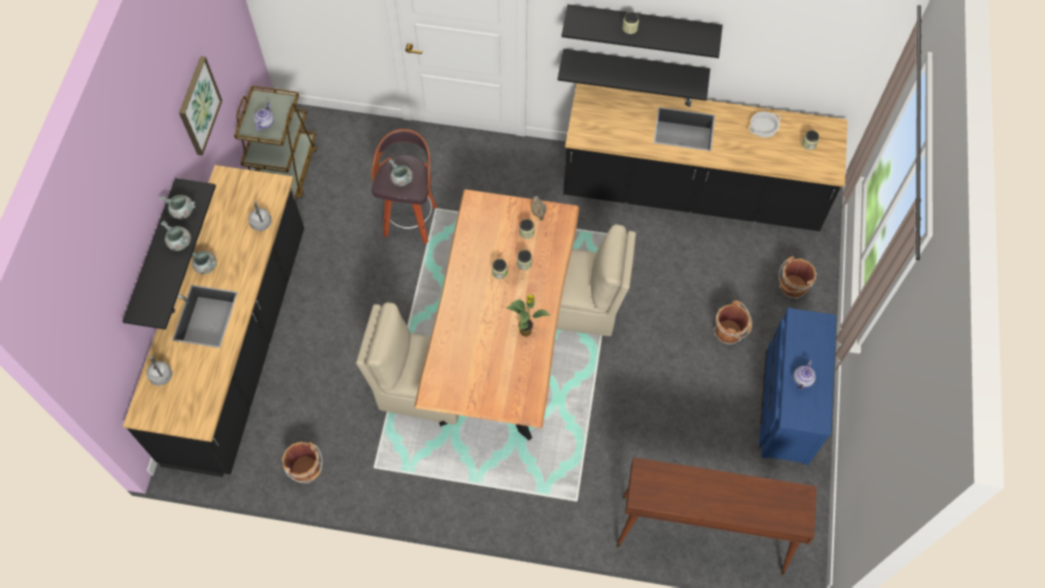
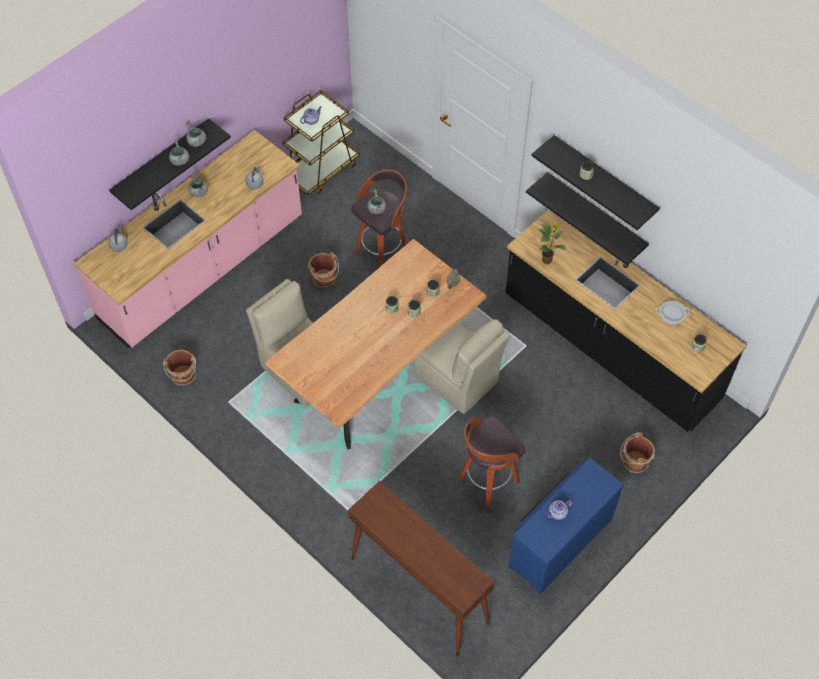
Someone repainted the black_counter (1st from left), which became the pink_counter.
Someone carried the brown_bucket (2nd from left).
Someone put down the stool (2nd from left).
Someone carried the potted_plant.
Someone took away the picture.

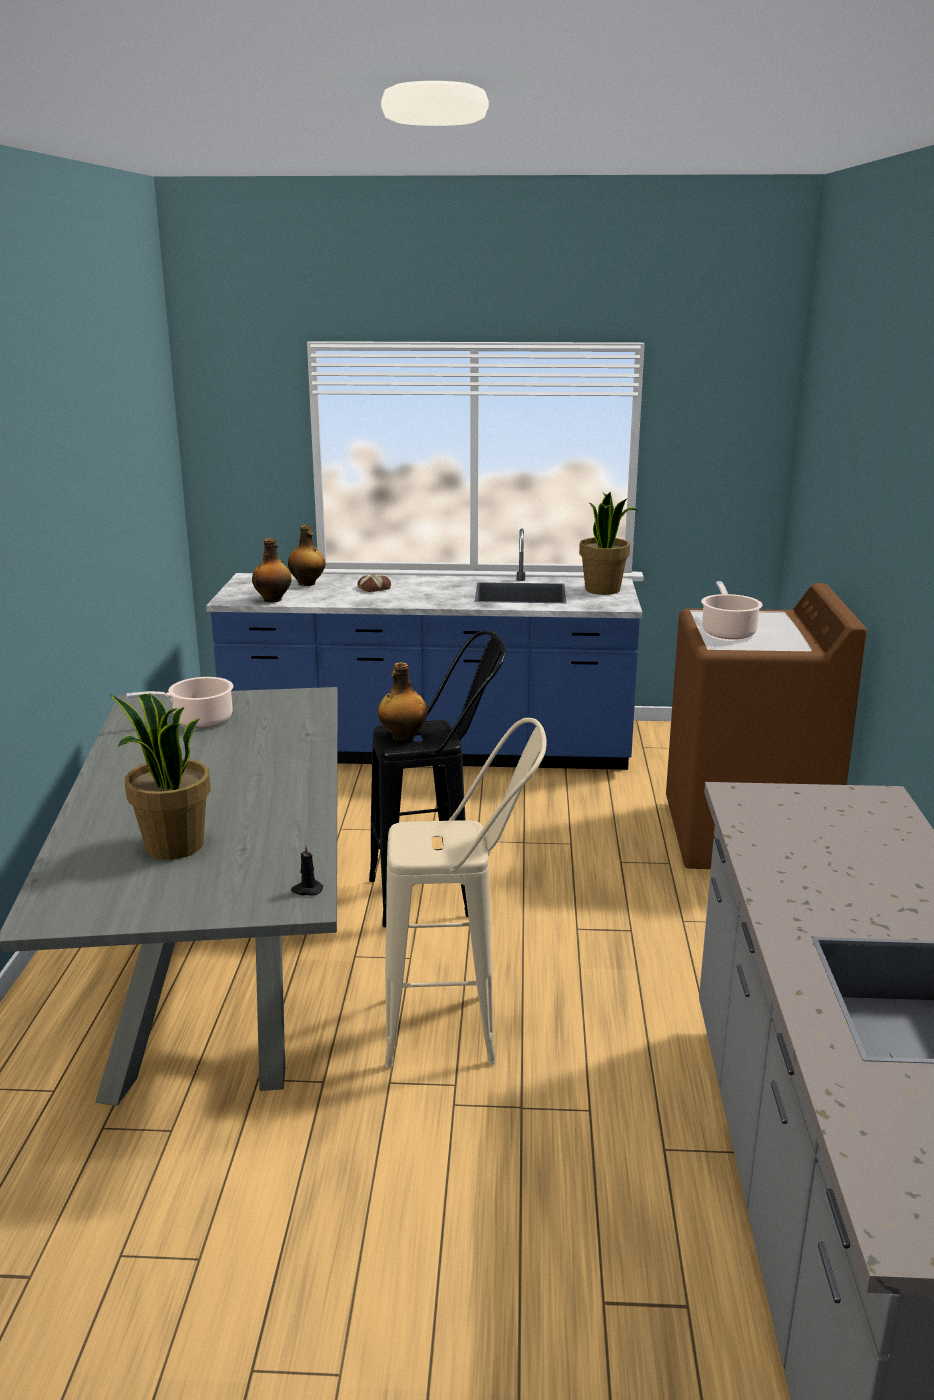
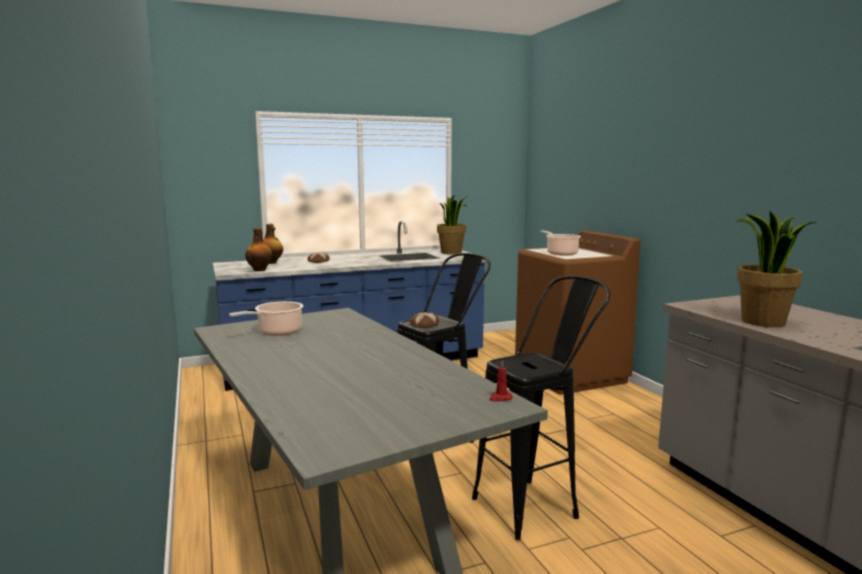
Someone swapped the bottle (3rd from left) for the bread (2nd from left).
Someone repainted the beige_stool, which became the black_stool (2nd from left).
Someone repainted the black_candle, which became the red_candle.
Someone carried the potted_plant (1st from left in the first image).

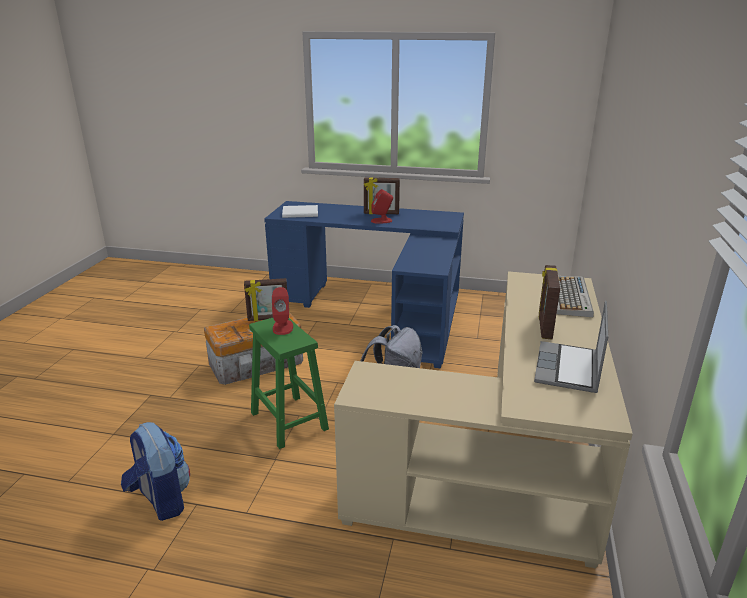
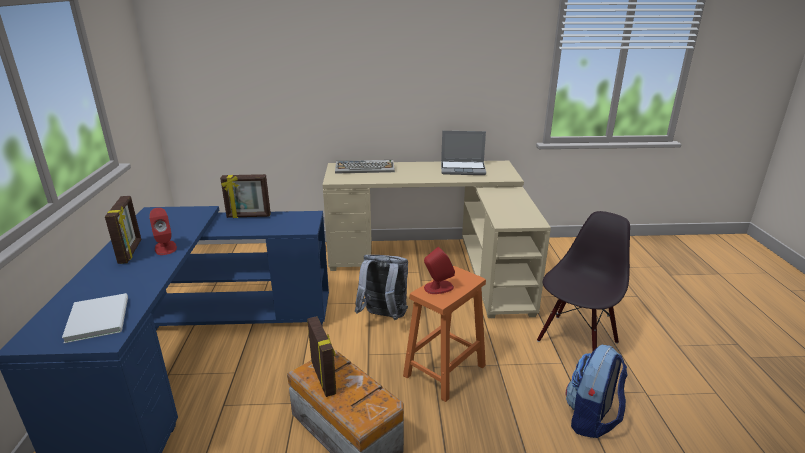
Someone carried the picture_frame (3rd from left in the first image).
Someone repainted the green_stool, which became the orange_stool.
Someone put down the black_chair.

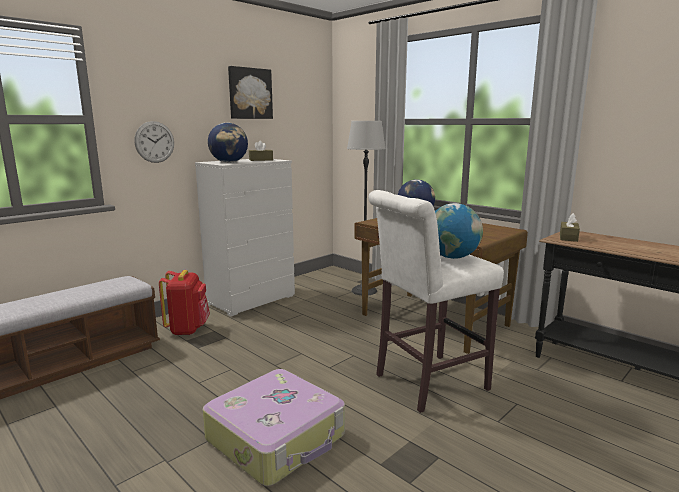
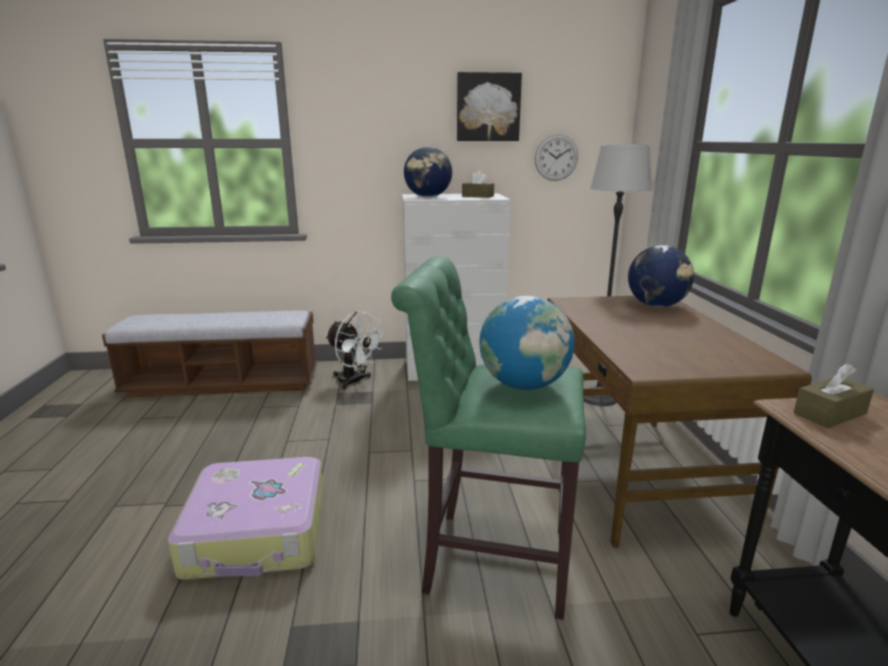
Someone swapped the red_backpack for the white_fan.
Someone repainted the white_stool, which became the green_stool.
Someone carried the wall_clock.

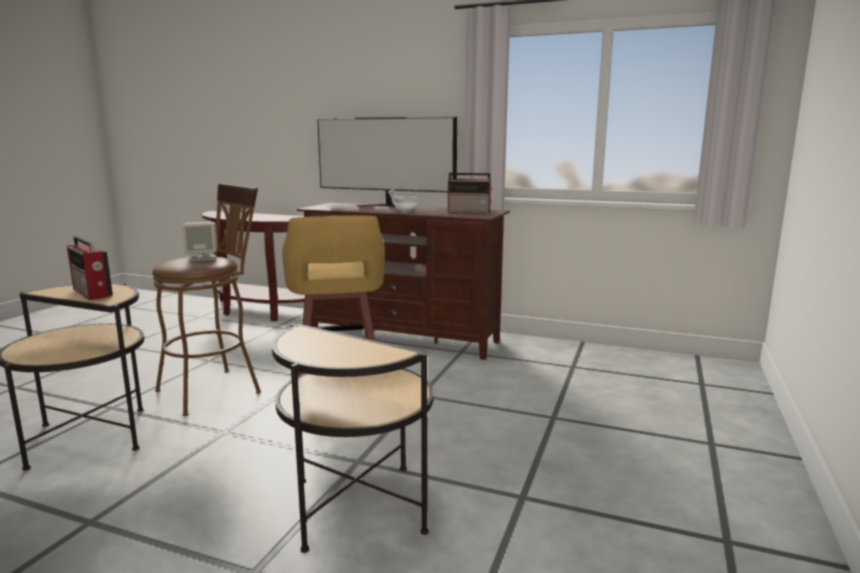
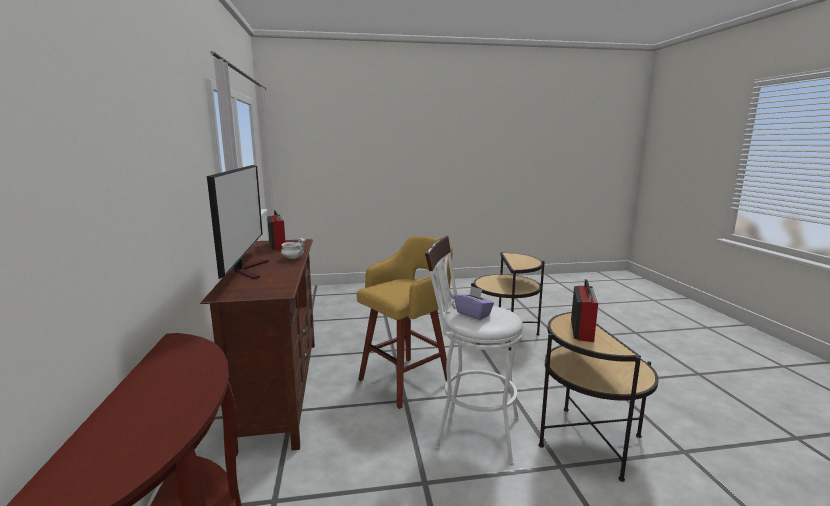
Someone repainted the brown_stool, which became the white_stool.
Someone swapped the beige_speaker for the purple_tissue_box.

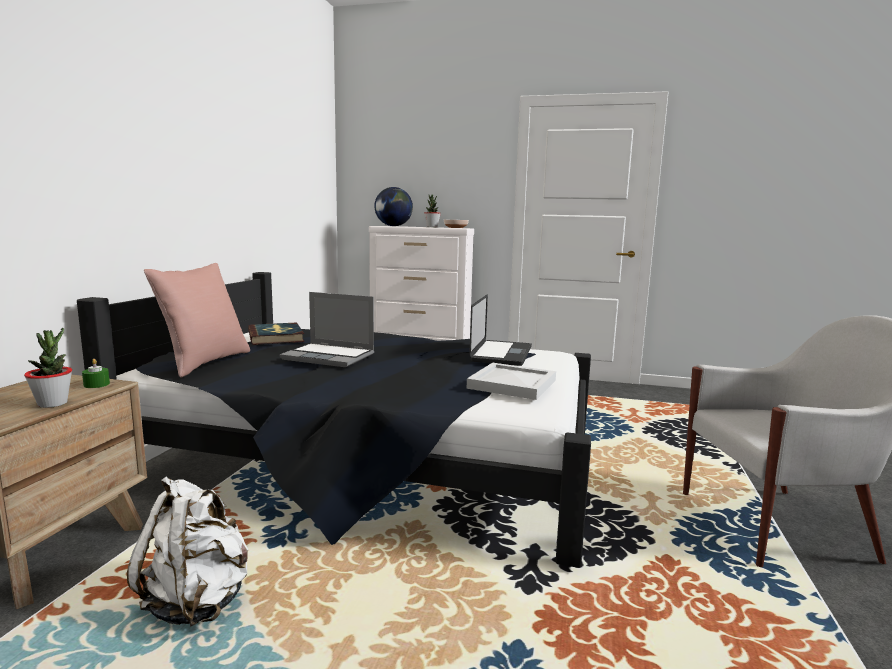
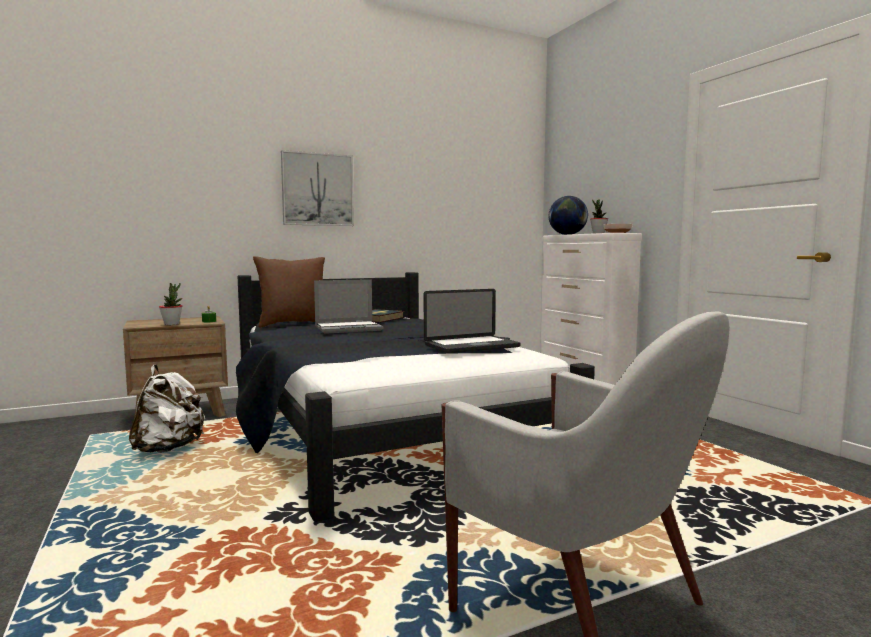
Someone repainted the pink_pillow, which became the brown_pillow.
Someone put up the picture.
Someone rotated the laptop (1st from left) by 90 degrees counterclockwise.
Someone took away the white_tray.

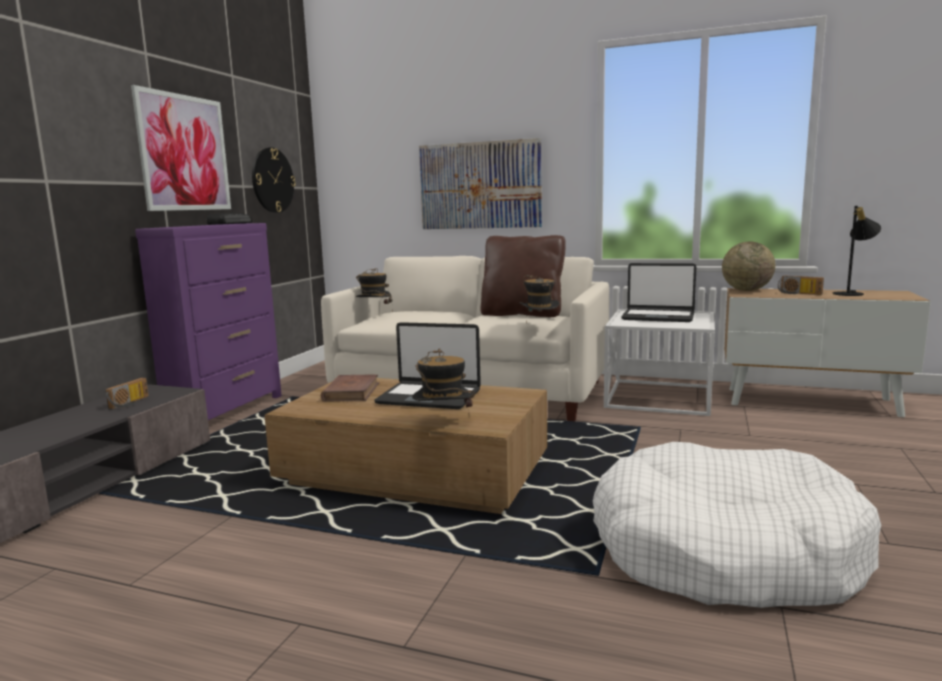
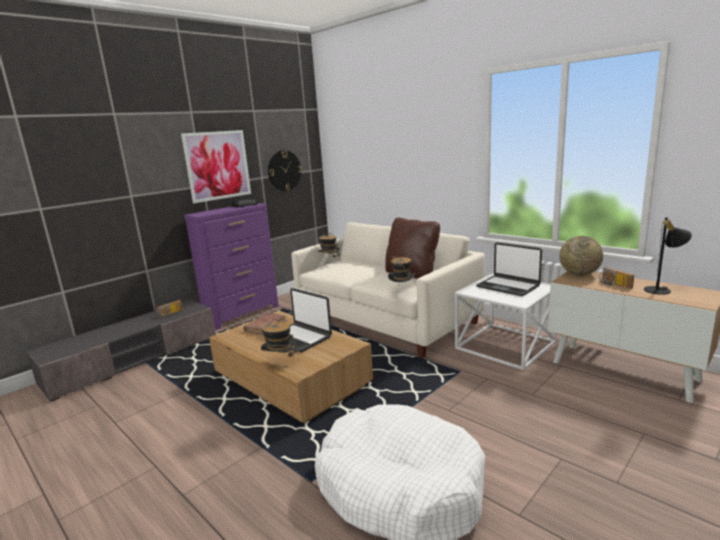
Someone took away the picture (2nd from left).

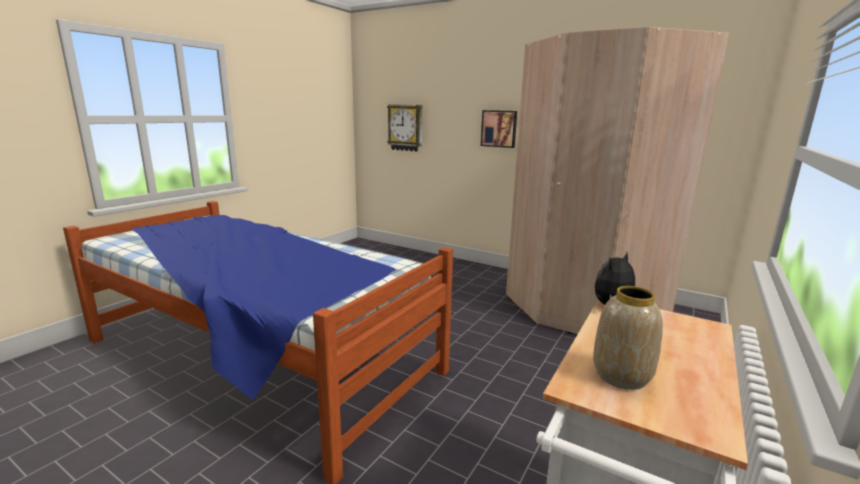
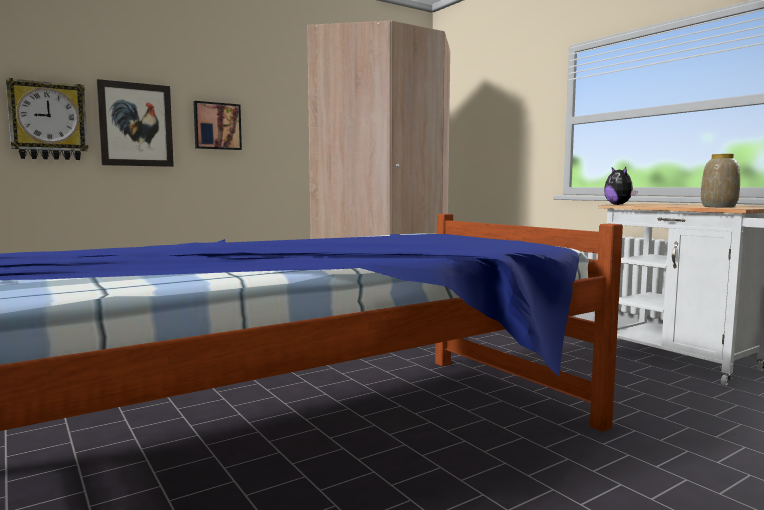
Someone put up the picture (1st from left).

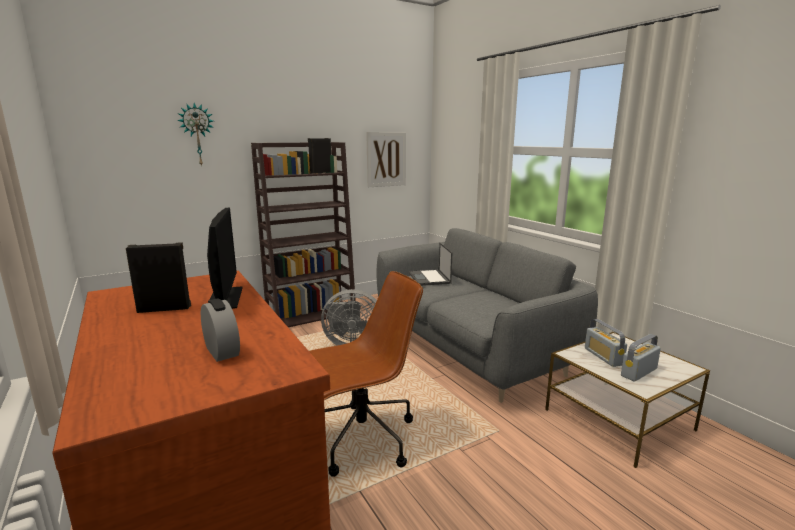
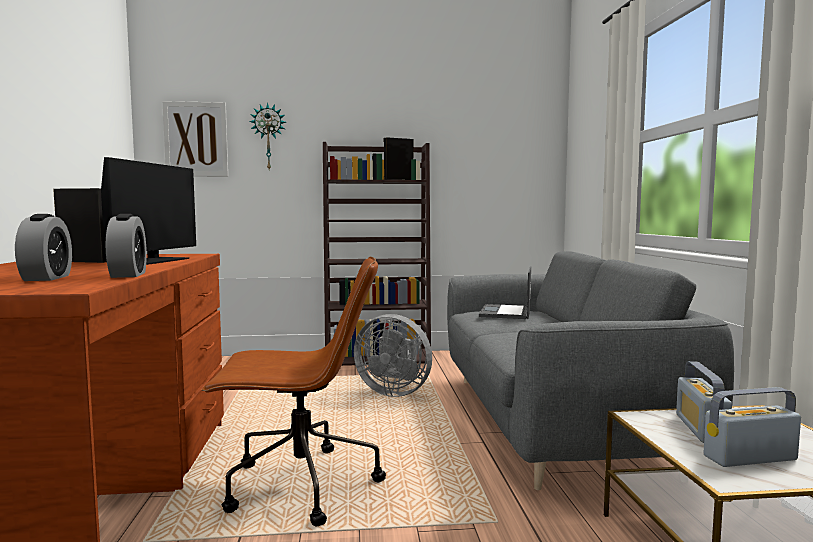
Someone put down the alarm_clock (2nd from left).
Someone carried the picture.

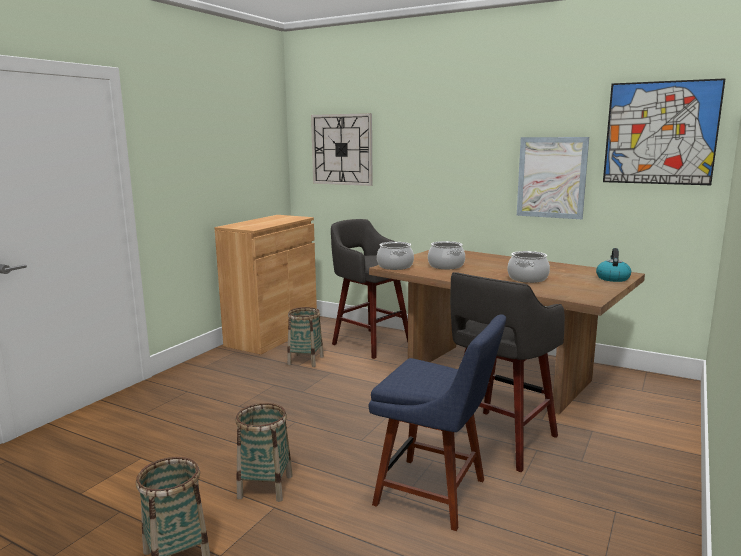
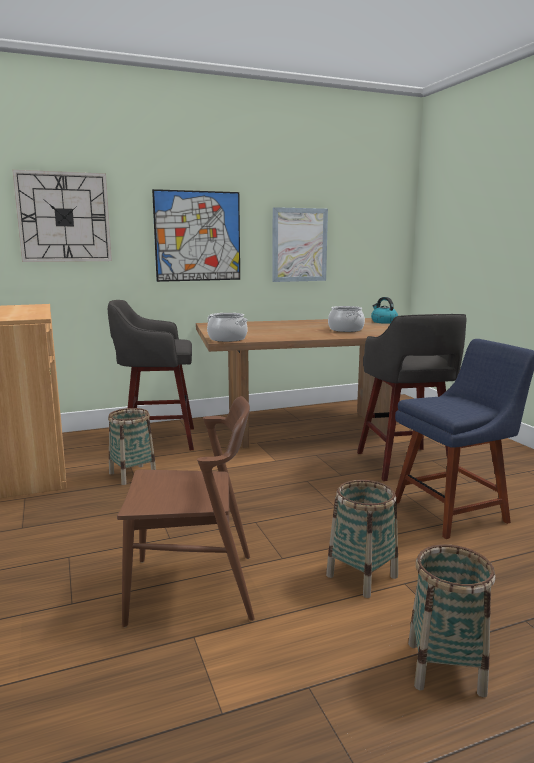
Someone put down the brown_chair.
Someone carried the picture (2nd from left in the first image).
Someone took away the cooking_pot (2nd from left).

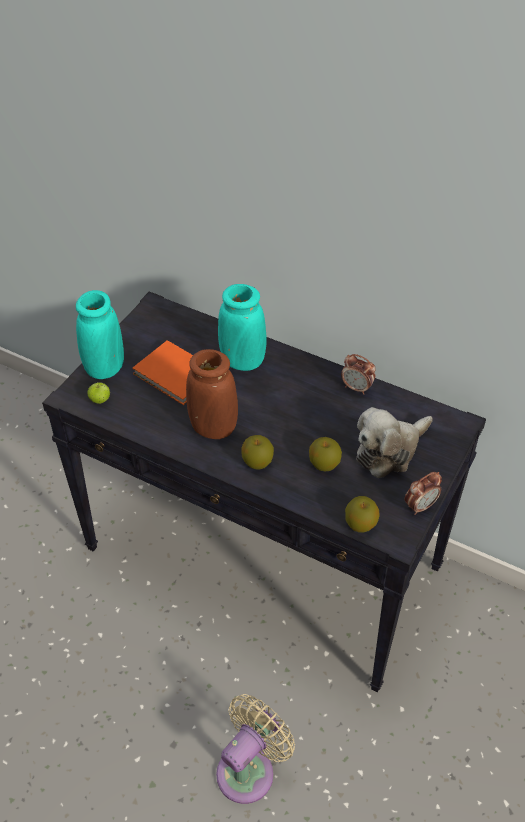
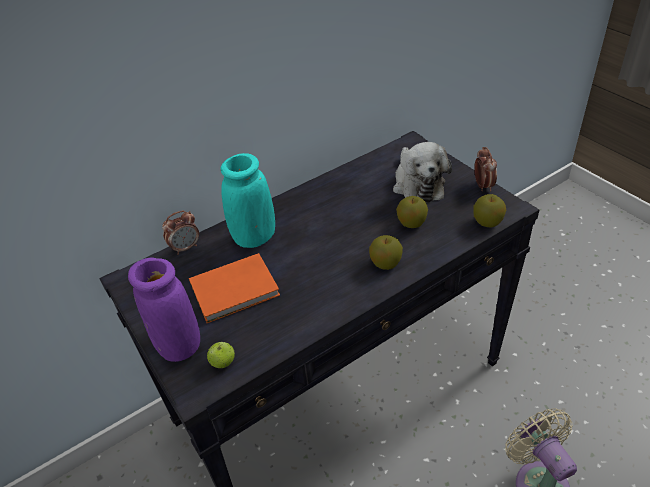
Someone repainted the turquoise_vase (1st from left), which became the purple_vase.
Someone carried the alarm_clock (1st from left).
Someone took away the brown_vase.

